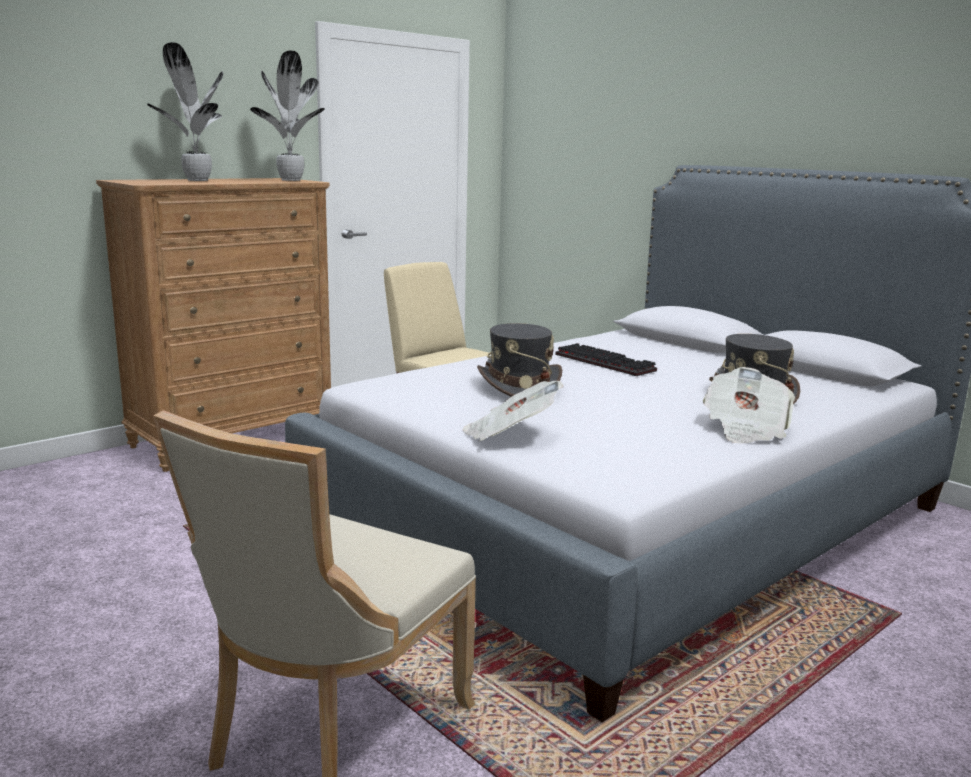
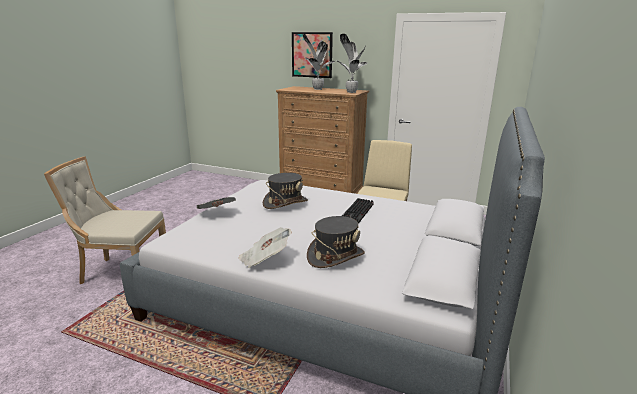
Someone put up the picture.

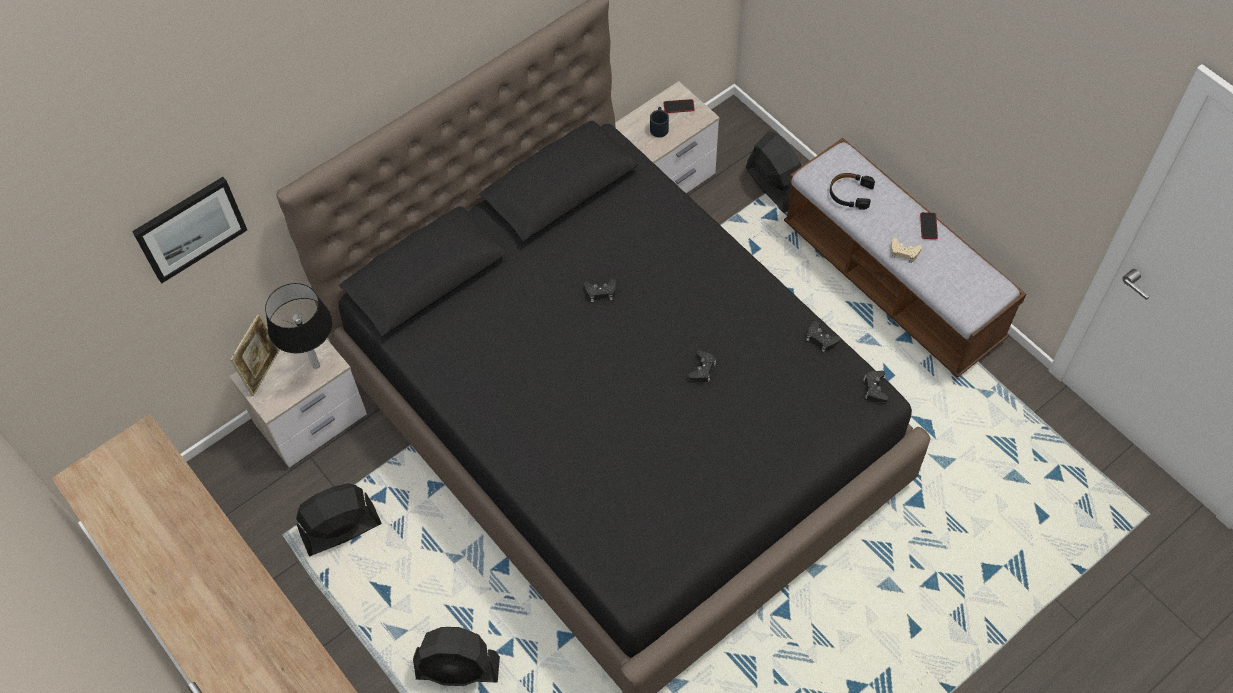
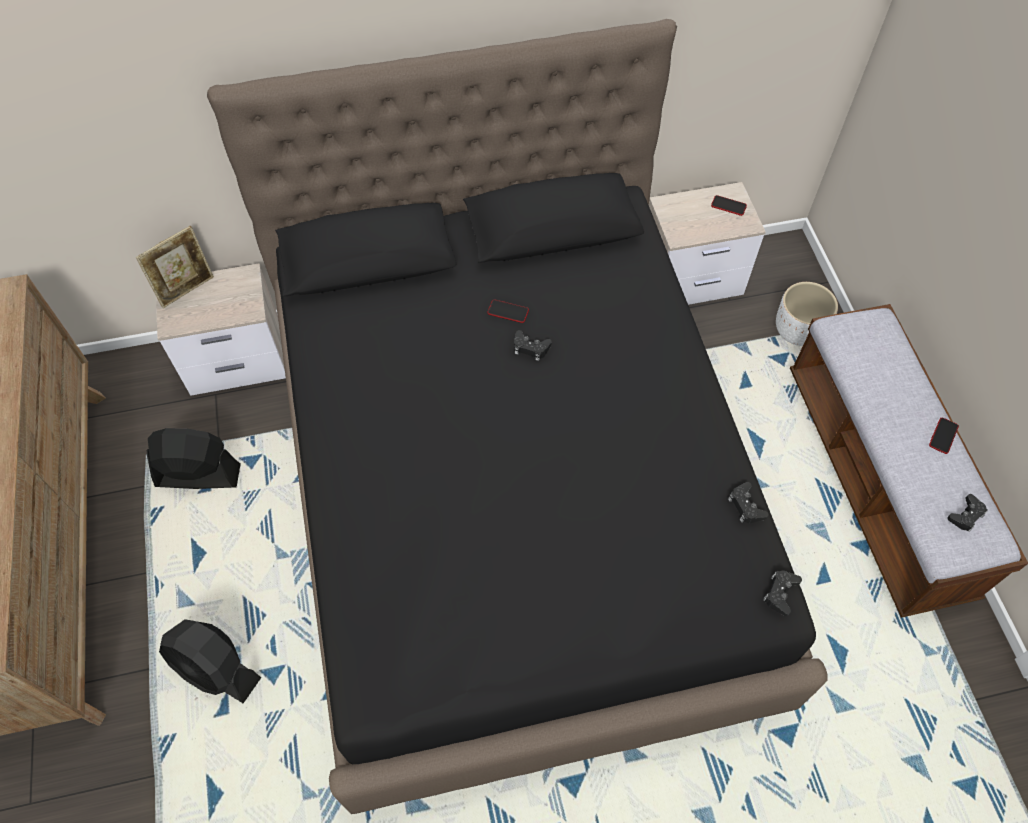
Someone put down the phone (1st from left).
Someone swapped the black_fan (3rd from left) for the white_planter.
Someone carried the black_game_controller (2nd from left in the first image).
Someone took away the picture.
Someone took away the black_table_lamp.
Someone took away the black_mug.
Someone took away the black_headphones.
Someone took away the beige_game_controller.

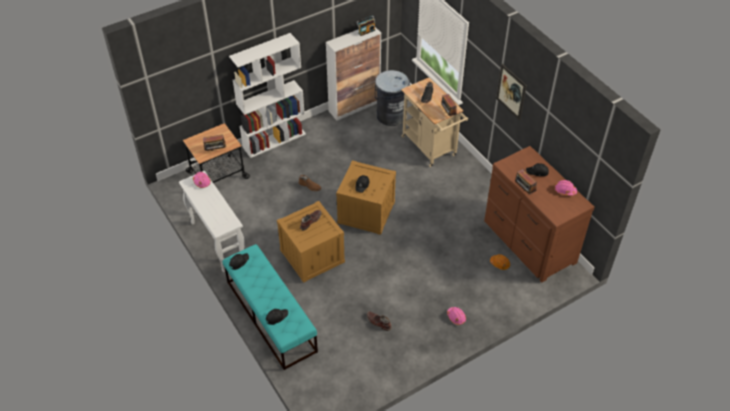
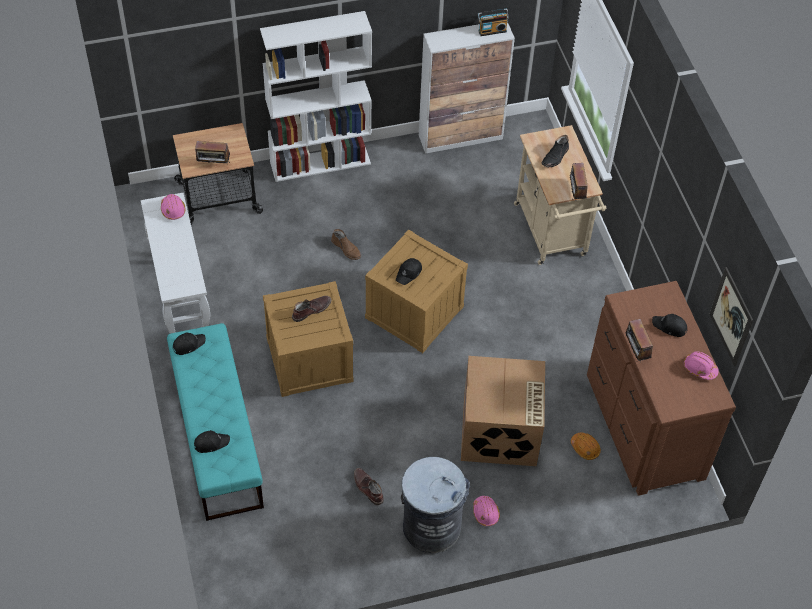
Someone carried the grey_trash_can.
Someone put down the cardboard_box.
Someone carried the picture.

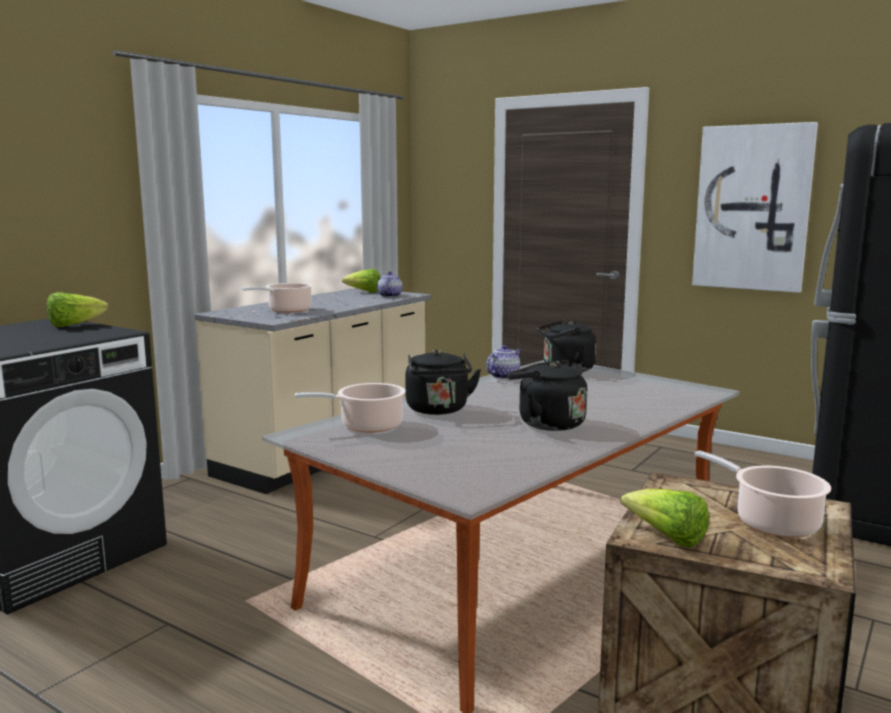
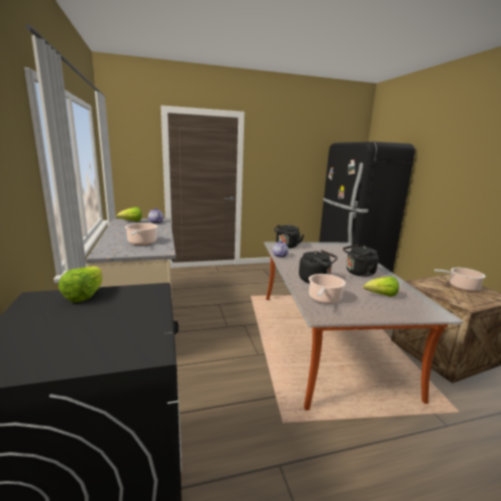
Someone carried the lettuce (3rd from left).
Someone took away the picture.

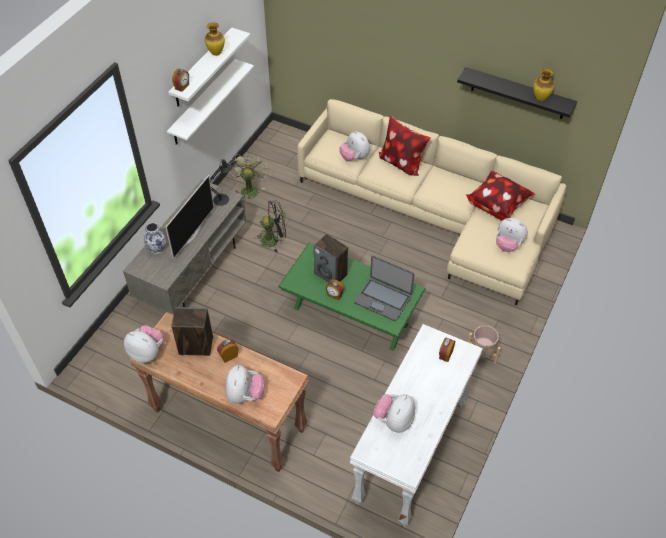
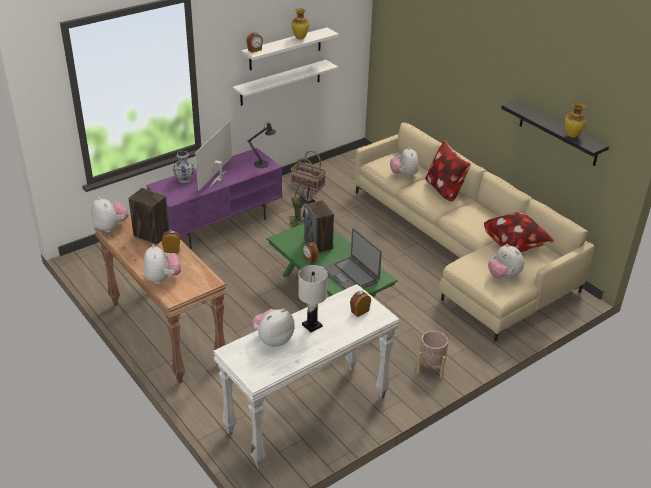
Someone rotated the plush_toy (2nd from left) by 45 degrees counterclockwise.
Someone repainted the grey_tv_stand, which became the purple_tv_stand.
Someone rotated the television by 150 degrees clockwise.
Someone swapped the green_fan for the basket.
Someone put down the white_table_lamp.

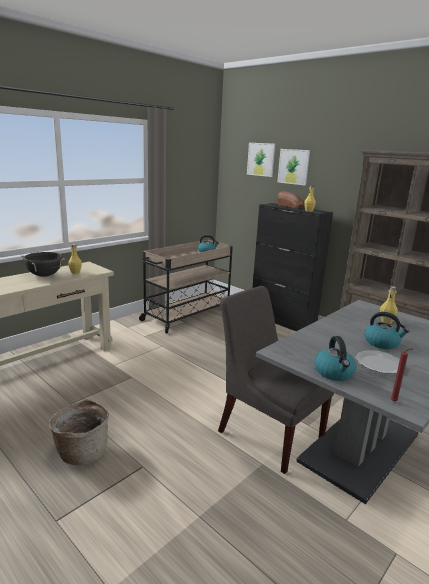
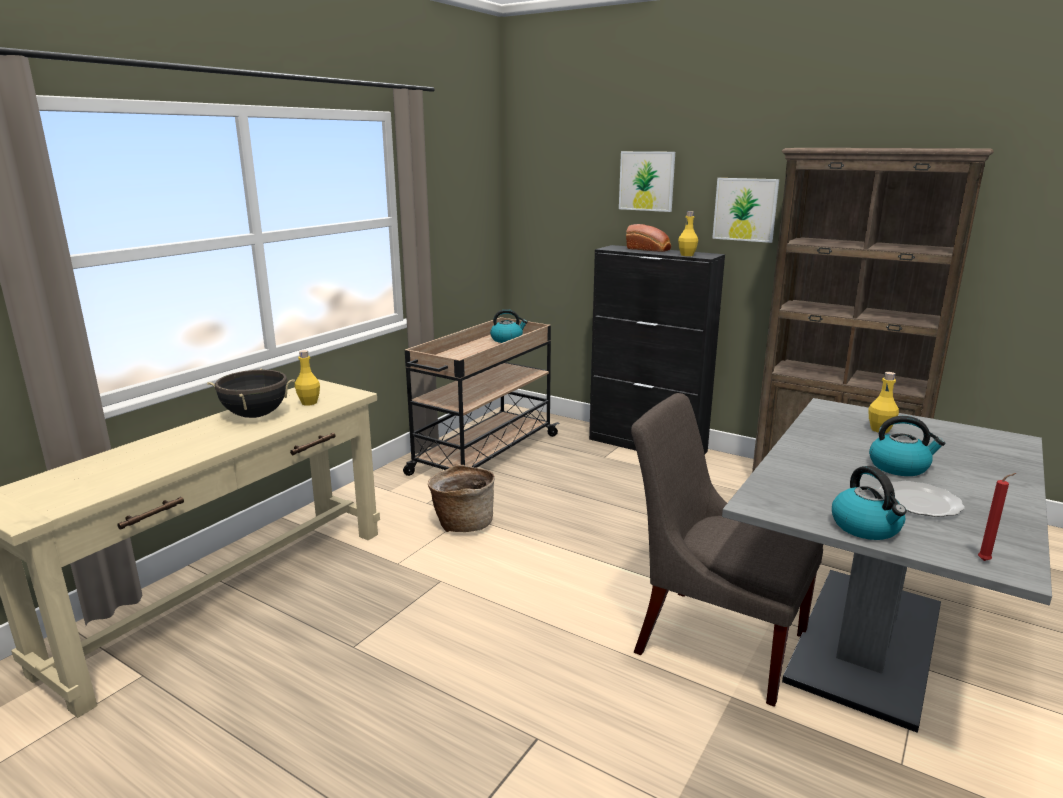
Someone carried the basket.
Someone carried the picture (1st from left in the first image).

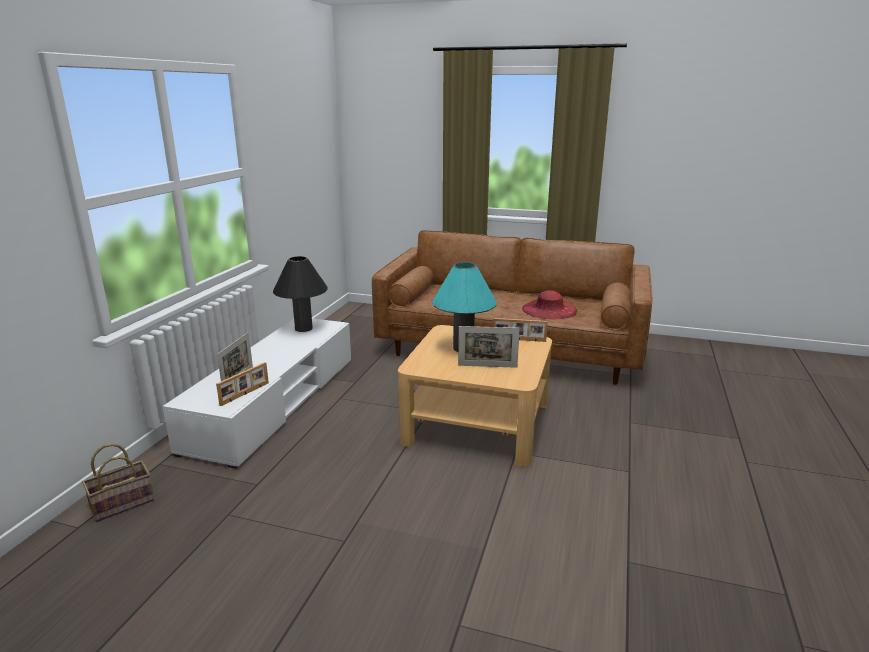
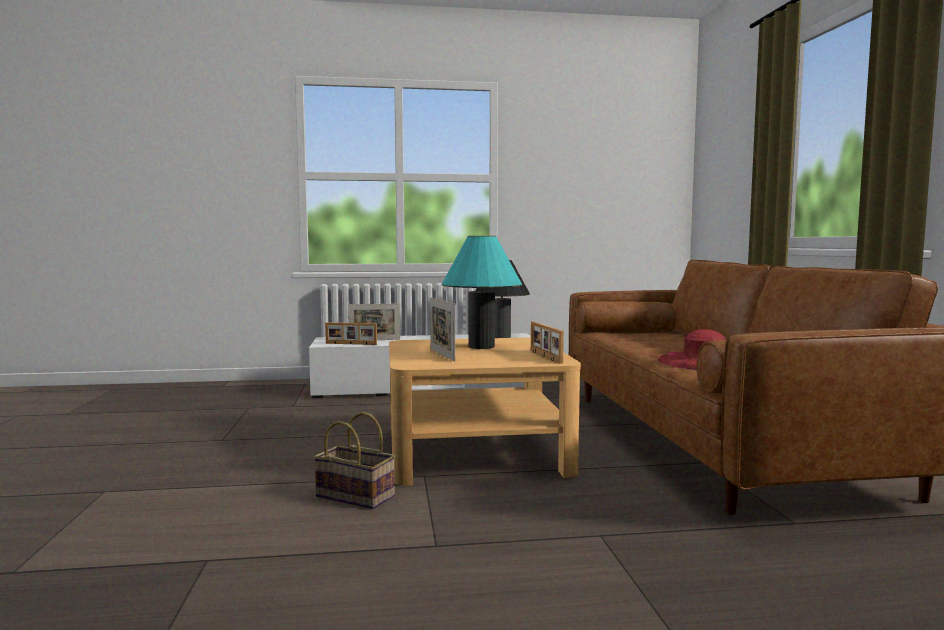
Someone carried the basket.

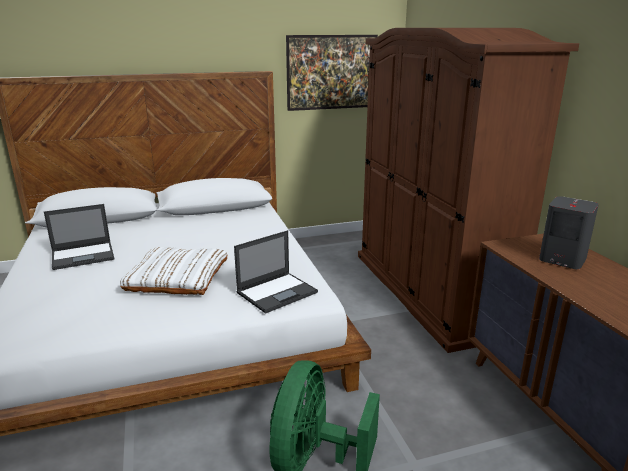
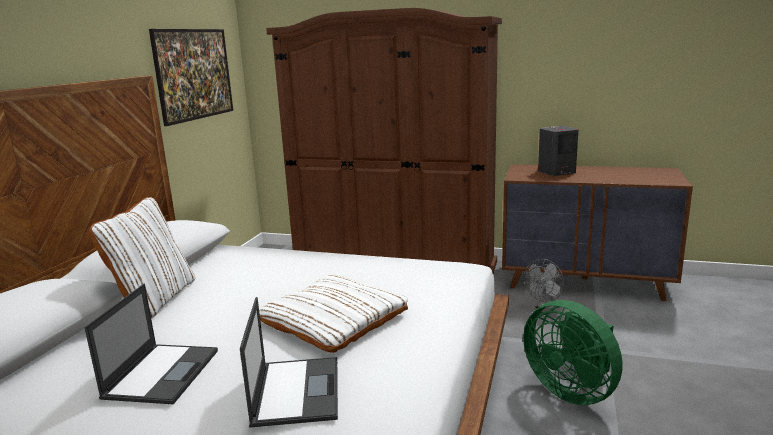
Someone put down the white_pillow (1st from left).
Someone carried the laptop (2nd from left).
Someone put down the grey_fan.

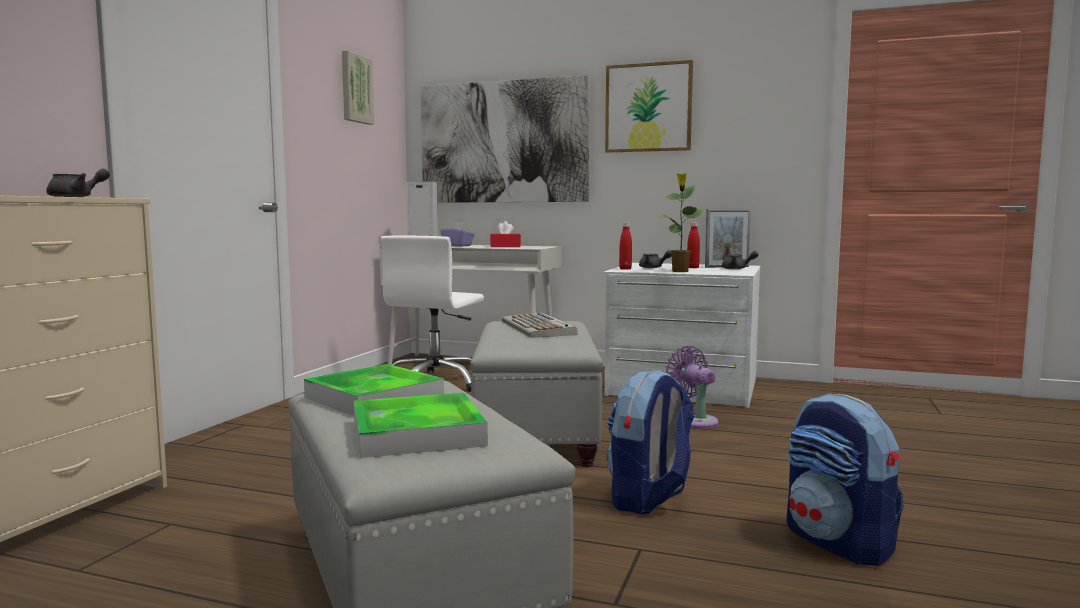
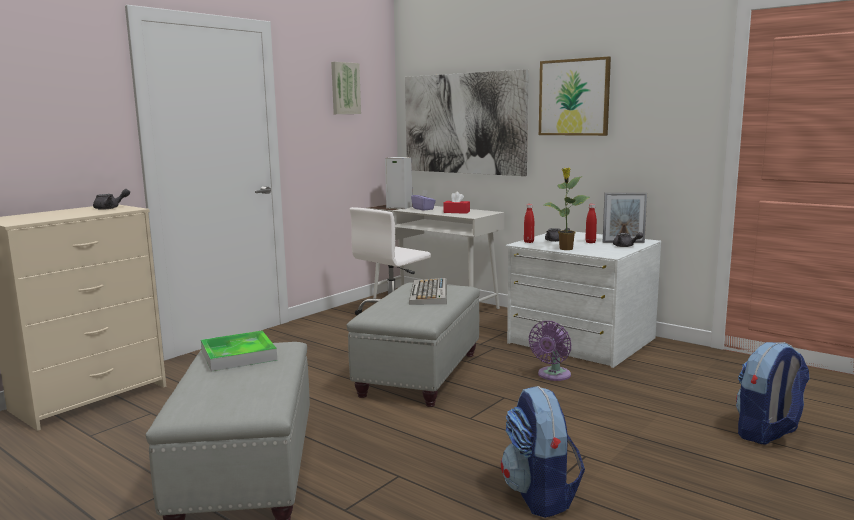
Someone rotated the purple_fan by 135 degrees counterclockwise.
Someone carried the backpack (1st from left in the first image).
Someone took away the tray (2nd from left).

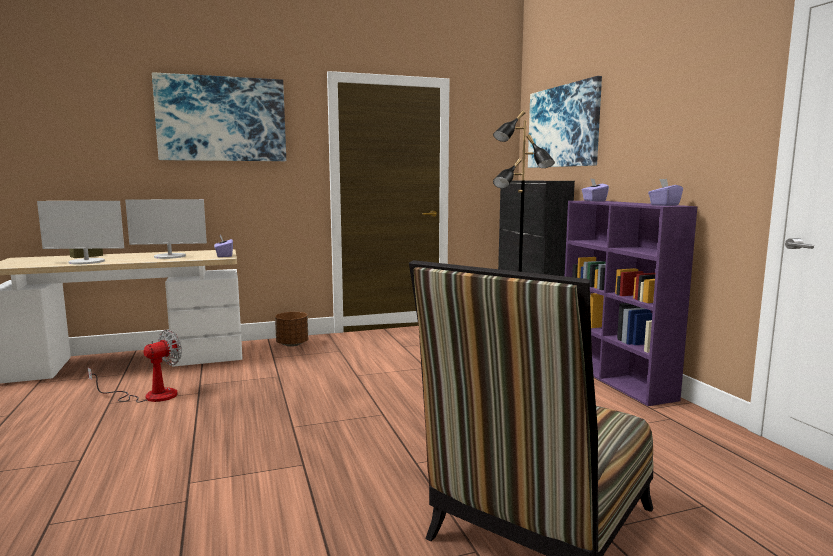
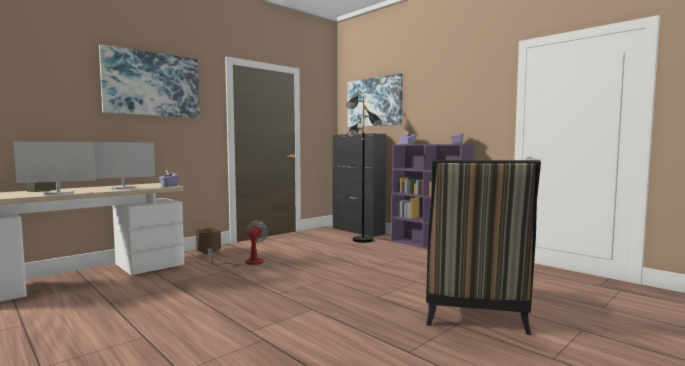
Someone carried the fan.

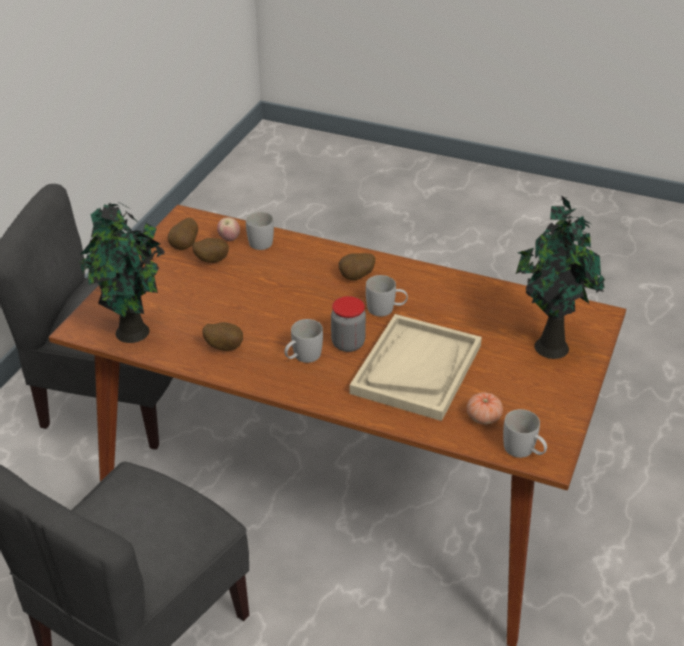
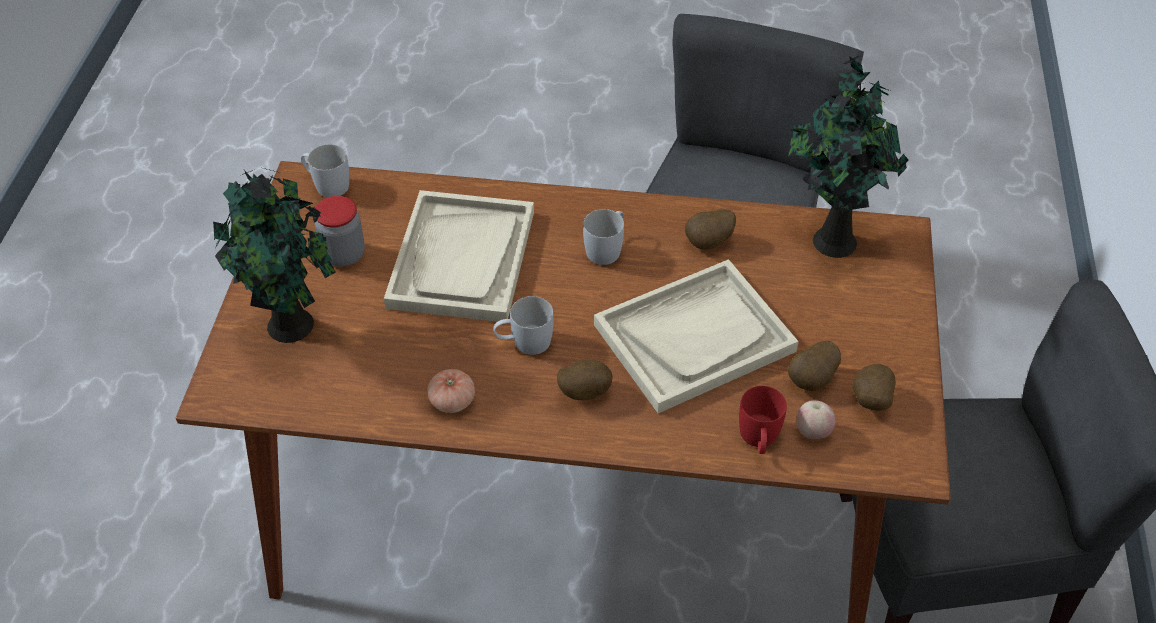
Someone carried the jar.
Someone carried the tomato.
Someone put down the beige_tray (2nd from left).
Someone repainted the white_mug (1st from left), which became the red_mug.

